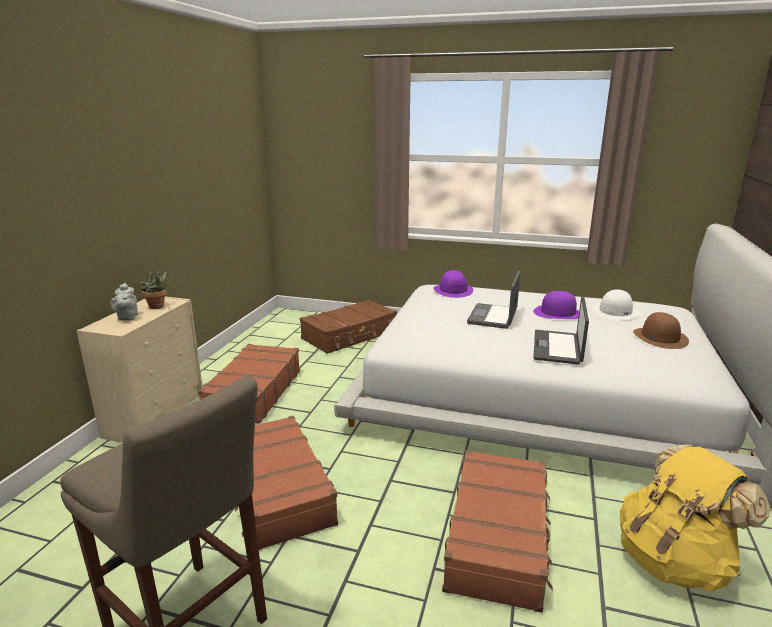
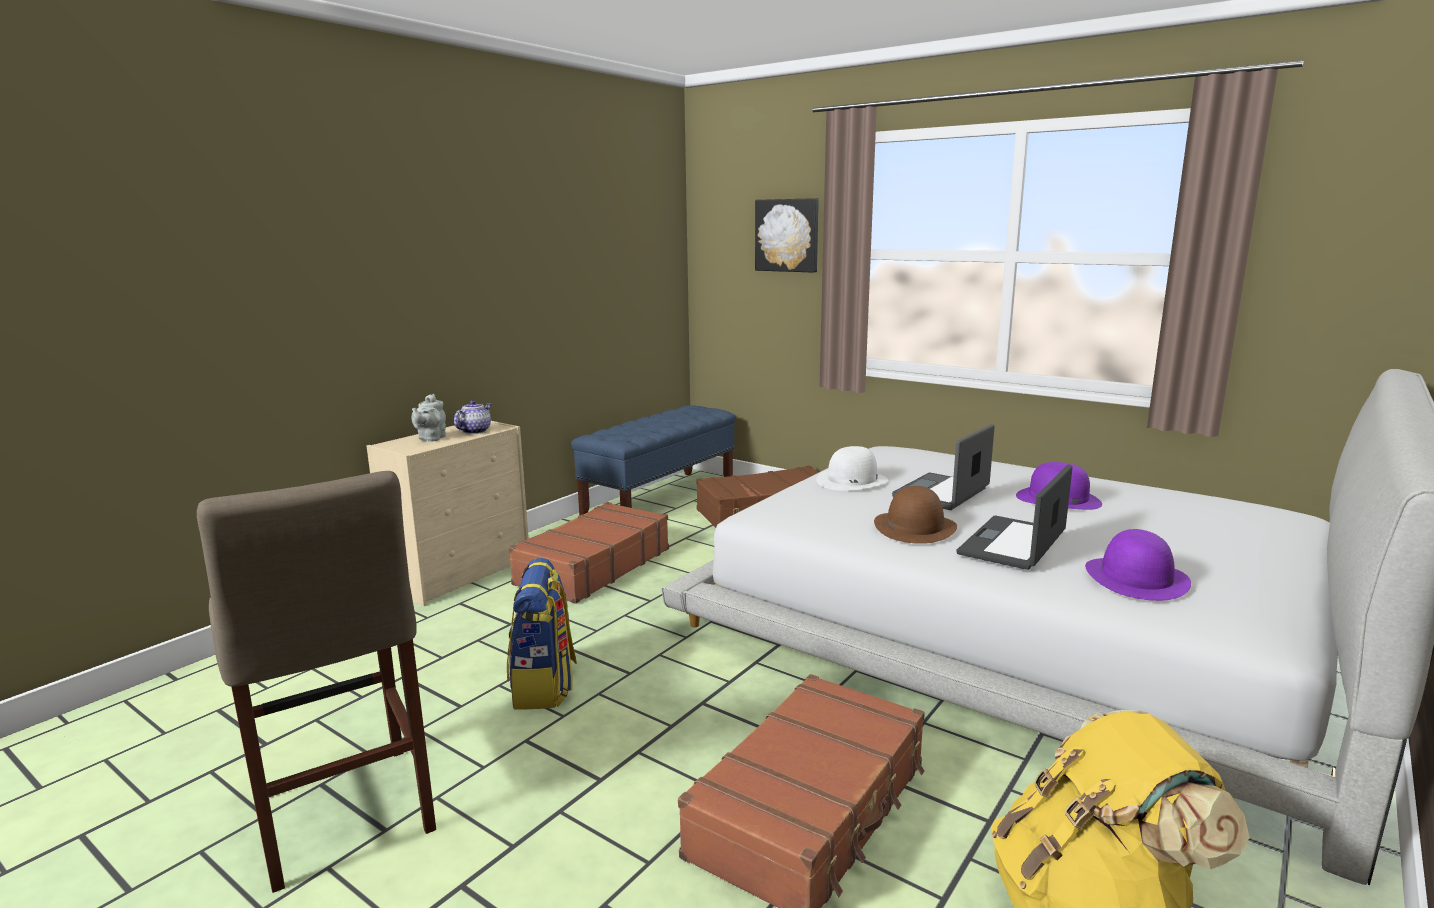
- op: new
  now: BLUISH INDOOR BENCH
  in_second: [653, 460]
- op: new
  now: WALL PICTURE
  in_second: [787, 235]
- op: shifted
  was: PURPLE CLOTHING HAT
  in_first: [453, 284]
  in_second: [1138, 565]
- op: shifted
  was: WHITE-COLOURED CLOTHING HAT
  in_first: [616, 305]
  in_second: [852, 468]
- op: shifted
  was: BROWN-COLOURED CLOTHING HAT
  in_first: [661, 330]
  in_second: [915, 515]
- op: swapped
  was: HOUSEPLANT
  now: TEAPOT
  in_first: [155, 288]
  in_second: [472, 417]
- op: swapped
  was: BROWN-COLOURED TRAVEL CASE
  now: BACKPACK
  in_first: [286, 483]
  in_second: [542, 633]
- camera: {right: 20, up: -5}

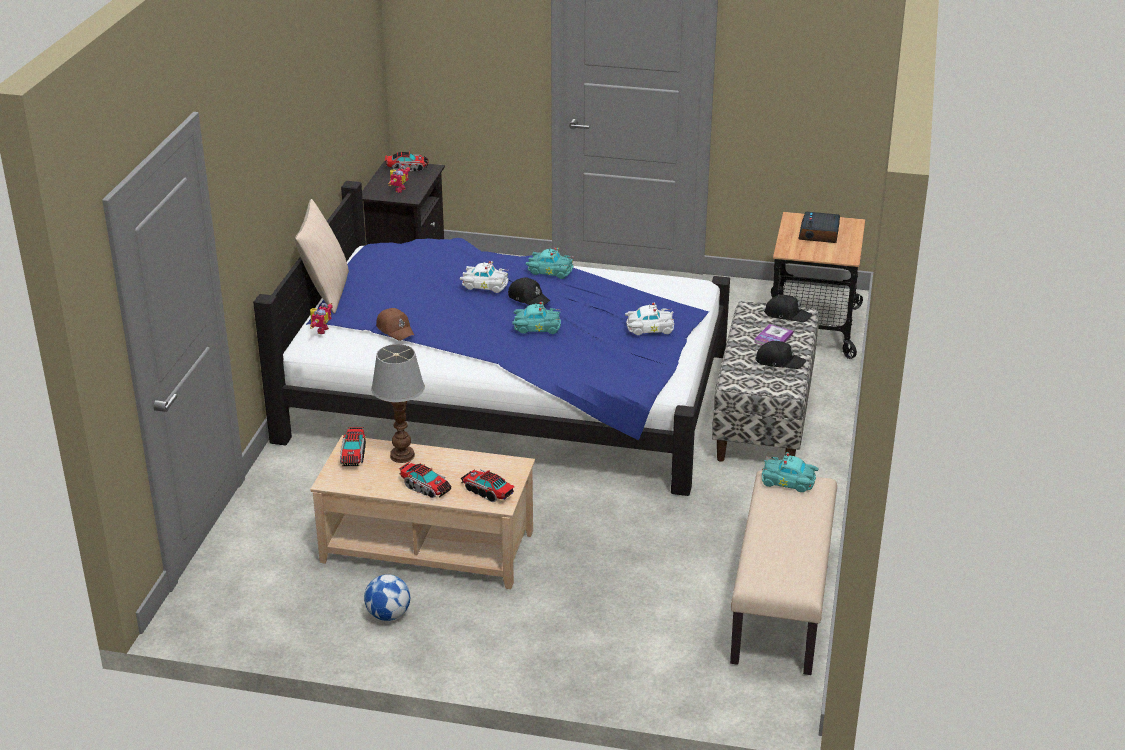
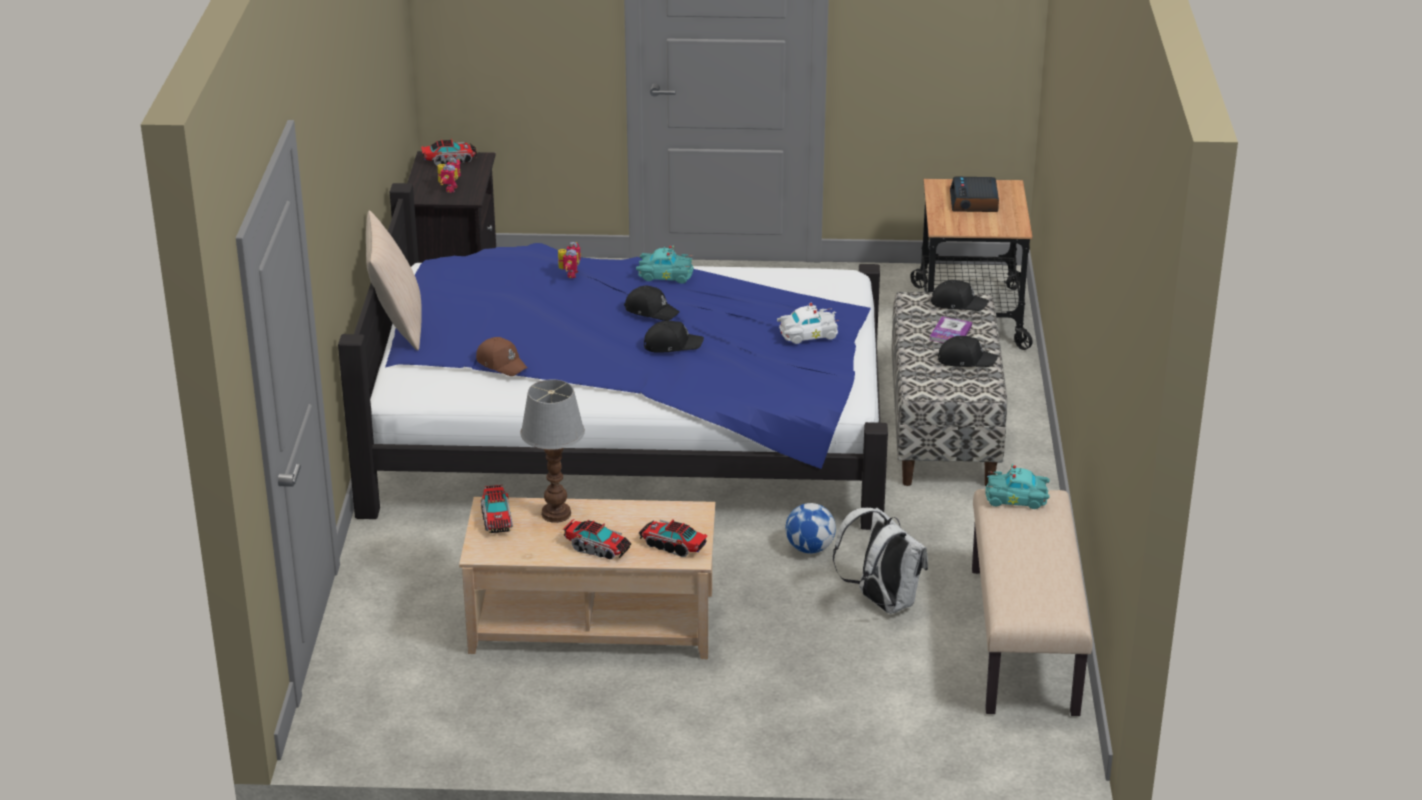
- op: gone
  was: WHITE-COLOURED TOY CAR
  in_first: [484, 277]
- op: new
  now: WHITE-COLOURED BACKPACK
  in_second: [880, 561]
- op: shifted
  was: MODEL ROBOT
  in_first: [321, 318]
  in_second: [569, 260]
- op: shifted
  was: BALL FOR FOOTBALL
  in_first: [387, 597]
  in_second: [810, 528]
- op: swapped
  was: BLUE-GREEN TOY CAR
  now: BLACK PEAKED CAP
  in_first: [536, 318]
  in_second: [674, 336]
- camera: {right: -10, up: 0}

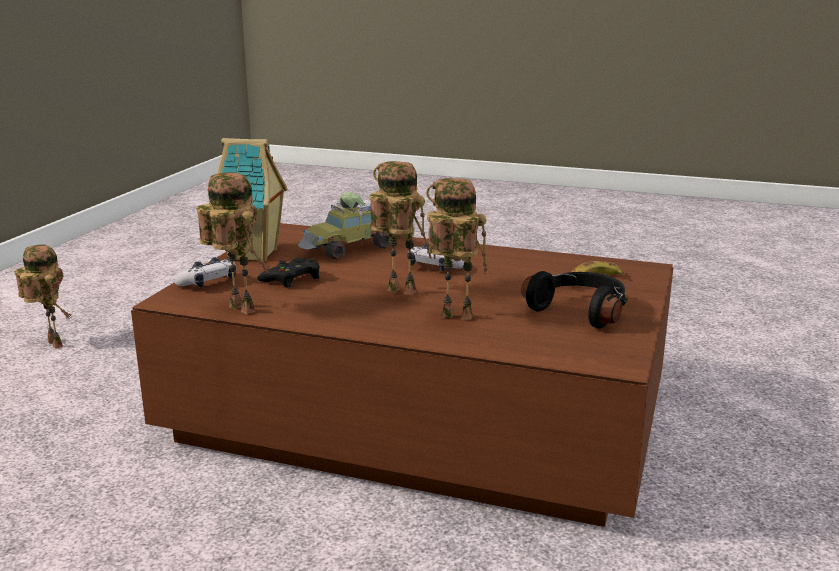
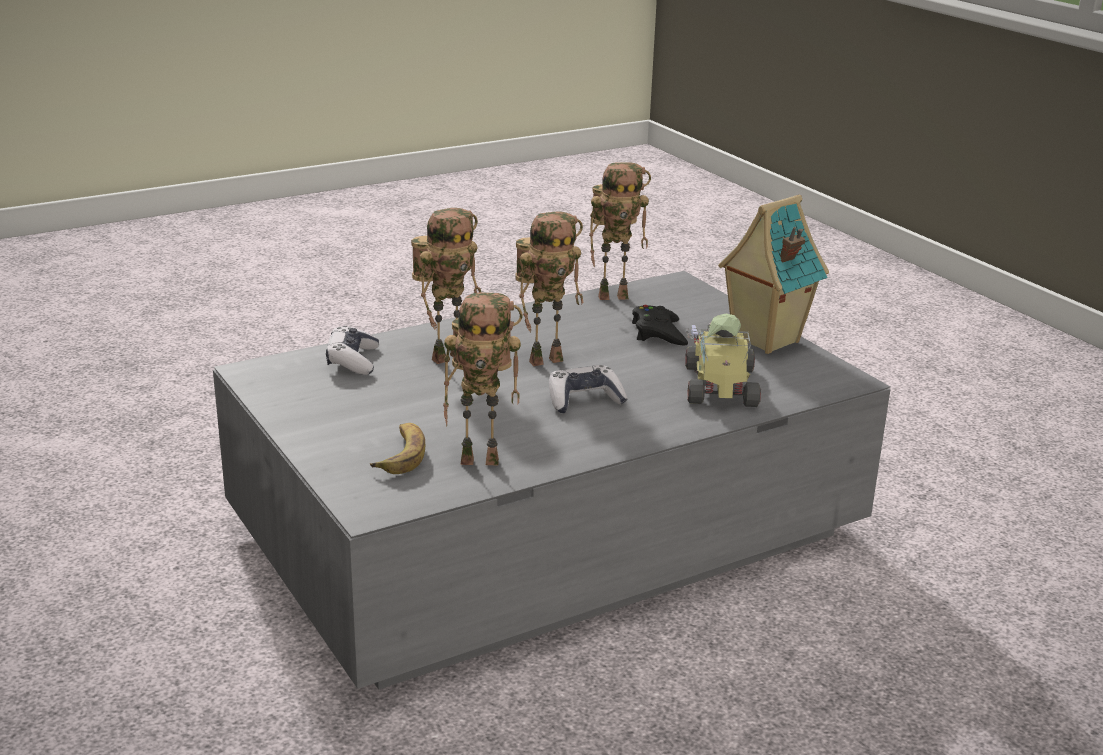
- op: gone
  was: BLACK PAIR OF HEADPHONES
  in_first: [574, 300]
- op: shifted
  was: MODEL ROBOT
  in_first: [43, 297]
  in_second: [483, 378]
- op: shifted
  was: JOYPAD
  in_first: [205, 272]
  in_second: [352, 350]
- op: repainted
  was: BROWN-COLOURED COFFEE TABLE
  now: GREY COFFEE TABLE
  in_first: [402, 375]
  in_second: [552, 480]
- camera: {right: 130, up: 5}

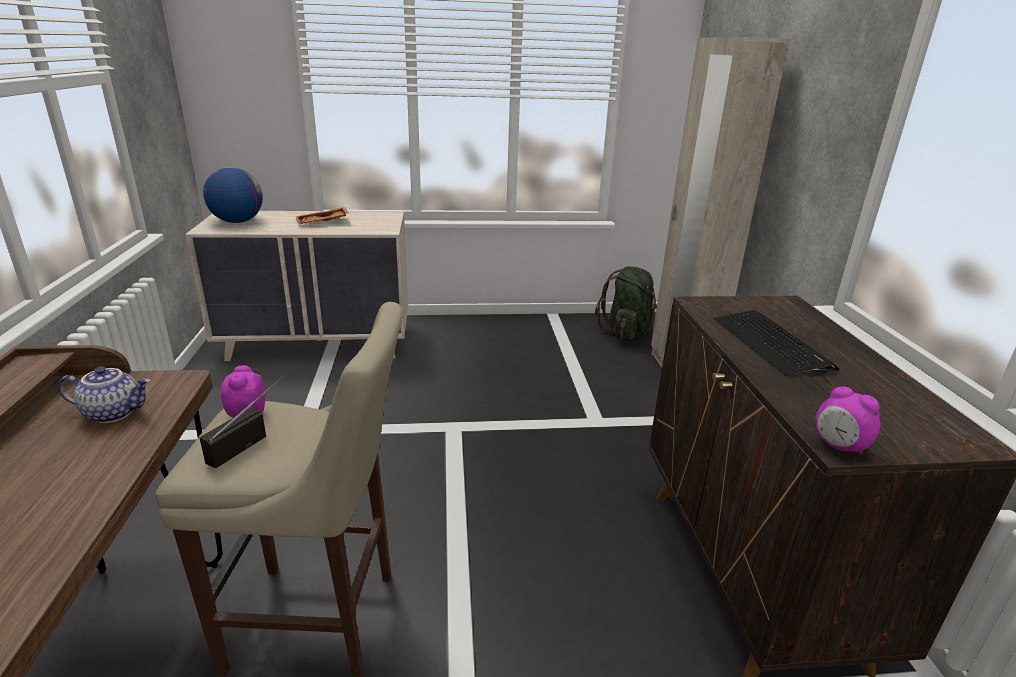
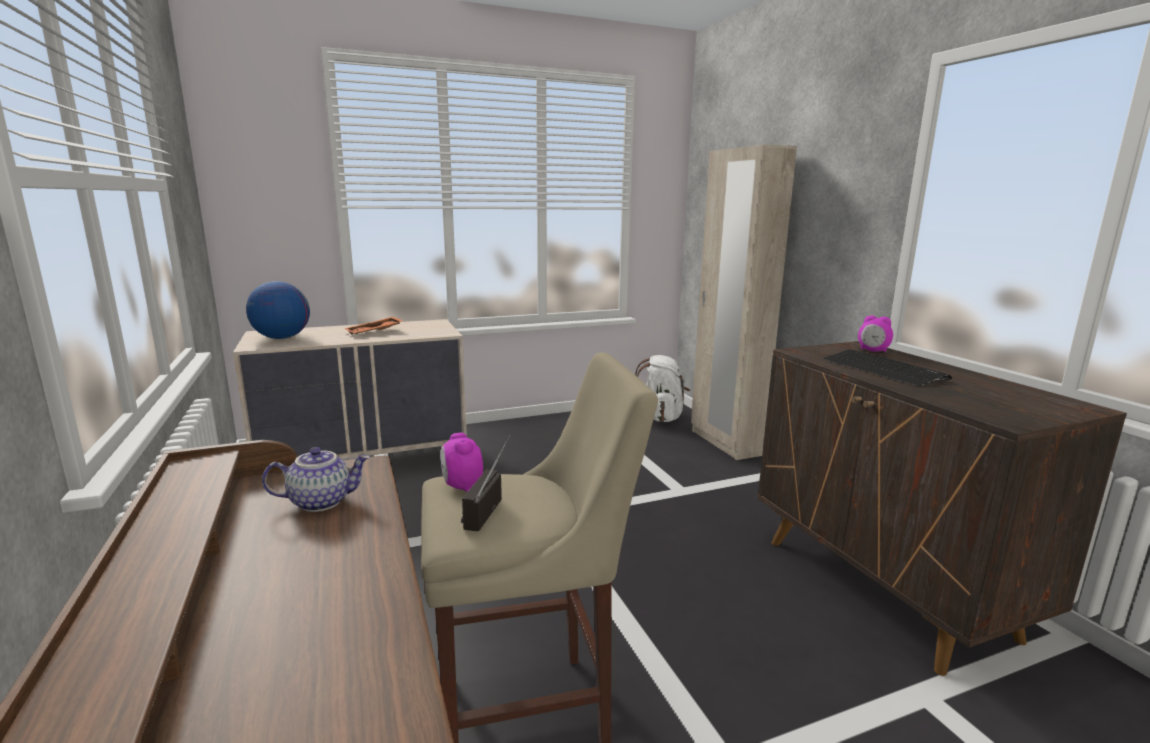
- op: shifted
  was: BEDSIDE CLOCK
  in_first: [848, 421]
  in_second: [875, 333]
- op: repainted
  was: GREENISH BACKPACK
  now: WHITE-COLOURED BACKPACK
  in_first: [626, 303]
  in_second: [662, 388]
- camera: {right: -15, up: -10}

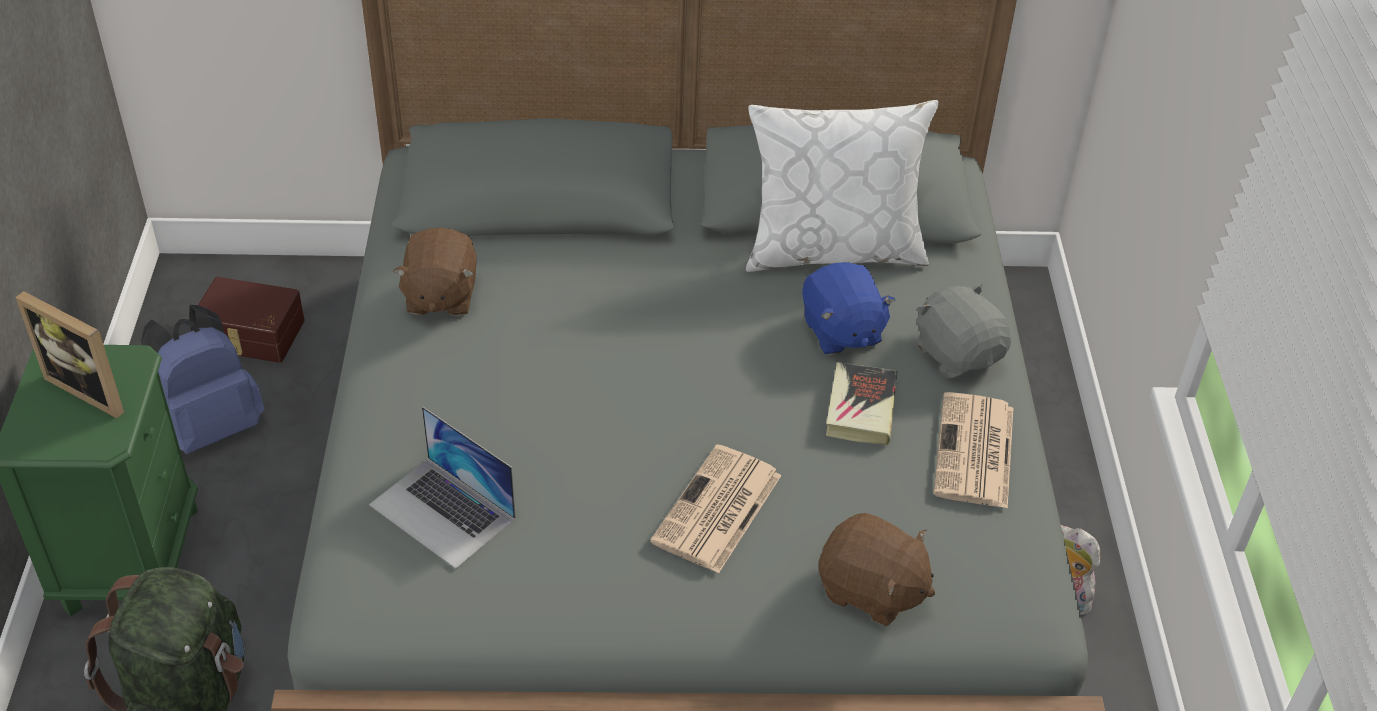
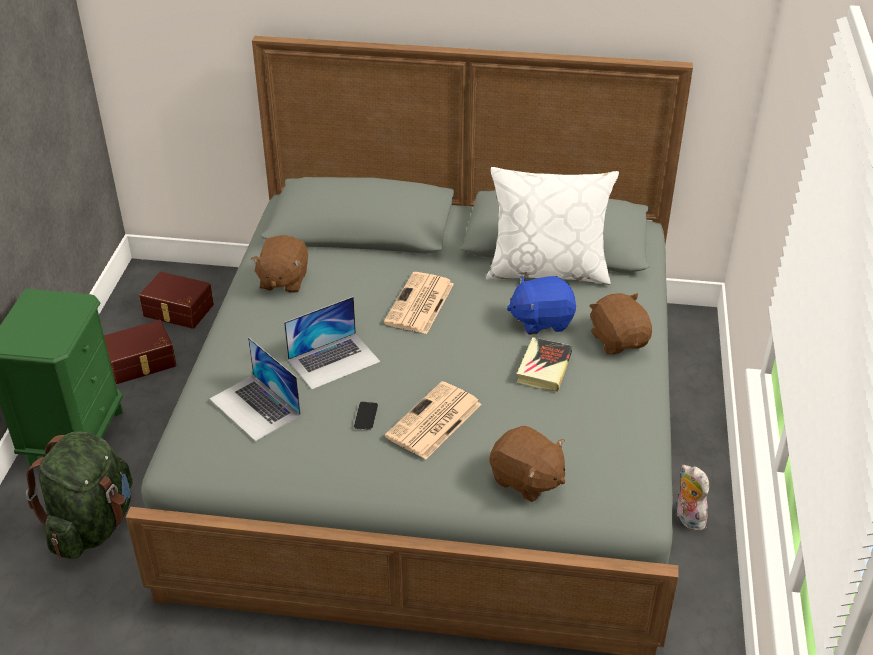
- op: gone
  was: STANDING FRAME
  in_first: [69, 355]
- op: new
  now: PORTABLE COMPUTER
  in_second: [332, 343]
- op: new
  now: TELEPHONE
  in_second: [366, 416]
- op: shifted
  was: PRINTED PAPER
  in_first: [973, 450]
  in_second: [419, 303]
- op: swapped
  was: BLUISH BACKPACK
  now: BROWN-COLOURED STORAGE BIN
  in_first: [202, 379]
  in_second: [140, 352]
- op: repainted
  was: GREY PLUSH TOY
  now: BROWN-COLOURED PLUSH TOY
  in_first: [963, 330]
  in_second: [620, 323]
- op: rotated
  was: BLUISH PLUSH TOY
  in_first: [848, 308]
  in_second: [541, 305]
  clockwise: 90
- camera: {right: 10, up: -5}

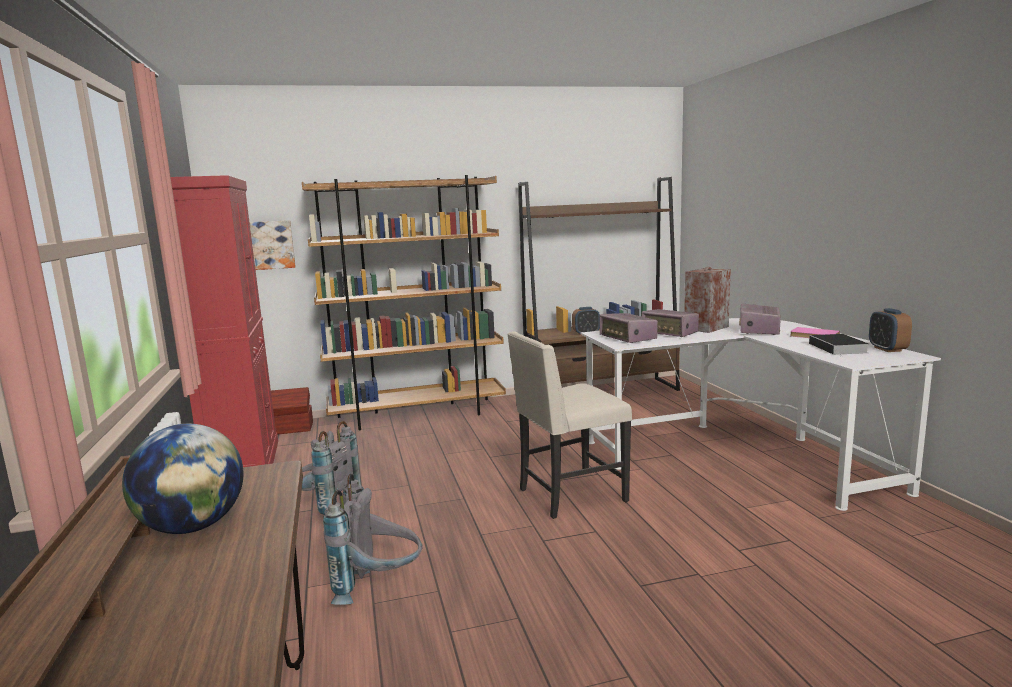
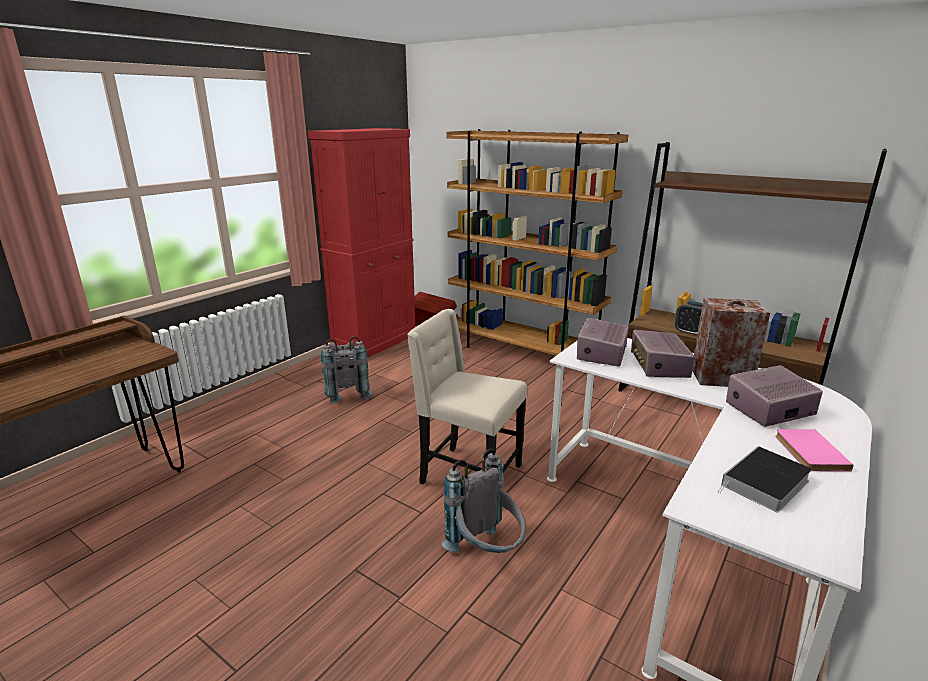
- op: gone
  was: GLOBE
  in_first: [183, 479]
- op: gone
  was: WALL PICTURE
  in_first: [273, 245]
- op: gone
  was: BEDSIDE CLOCK
  in_first: [890, 330]
- op: shifted
  was: GREY BACKPACK
  in_first: [373, 539]
  in_second: [484, 501]
- camera: {right: 50, up: 10}

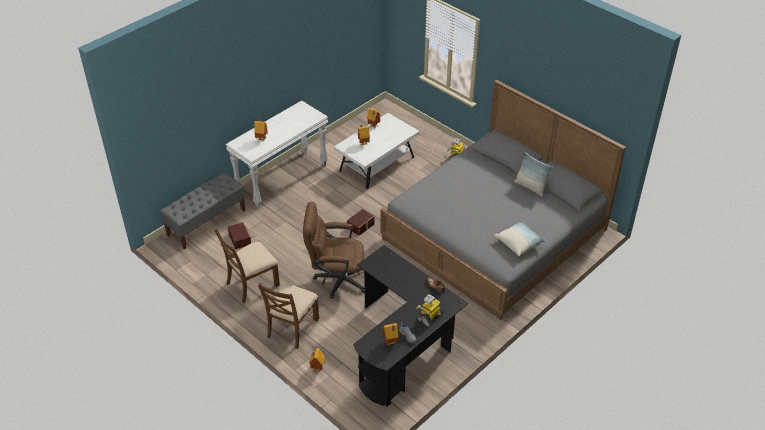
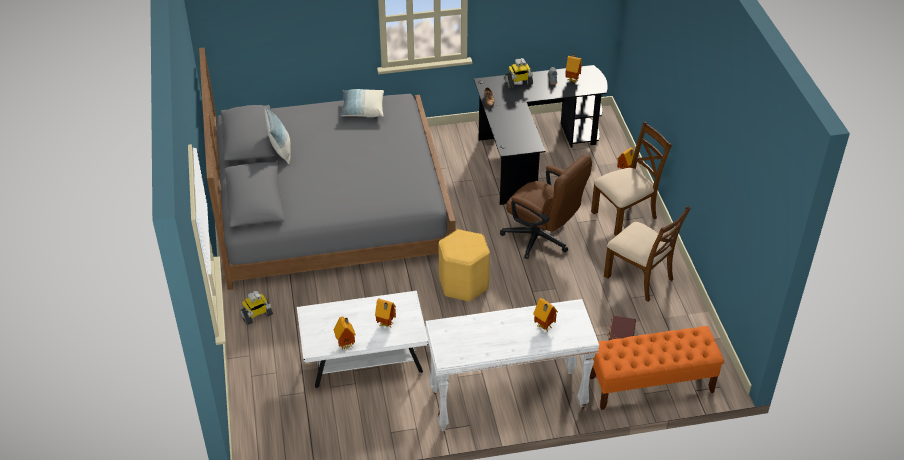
- op: swapped
  was: BROWN-COLOURED STORAGE BIN
  now: YELLOW STOOL SEAT
  in_first: [360, 222]
  in_second: [464, 265]
- op: repainted
  was: GREY INDOOR BENCH
  now: ORANGEY INDOOR BENCH
  in_first: [203, 210]
  in_second: [657, 368]
- op: rotated
  was: BROWN-COLOURED PLAIN CHAIR
  in_first: [247, 266]
  in_second: [647, 254]
  clockwise: 45
- camera: {right: -145, up: 0}

